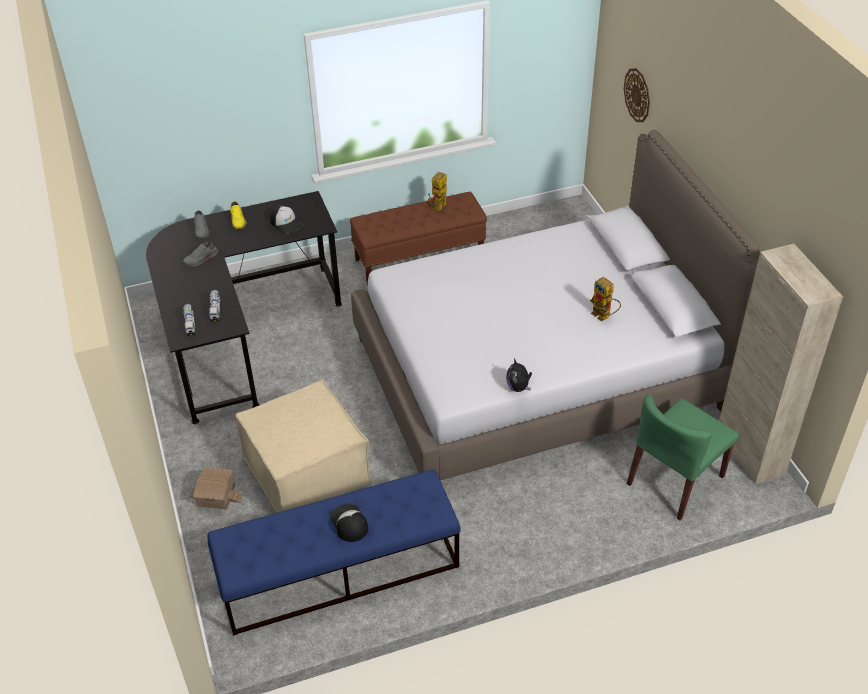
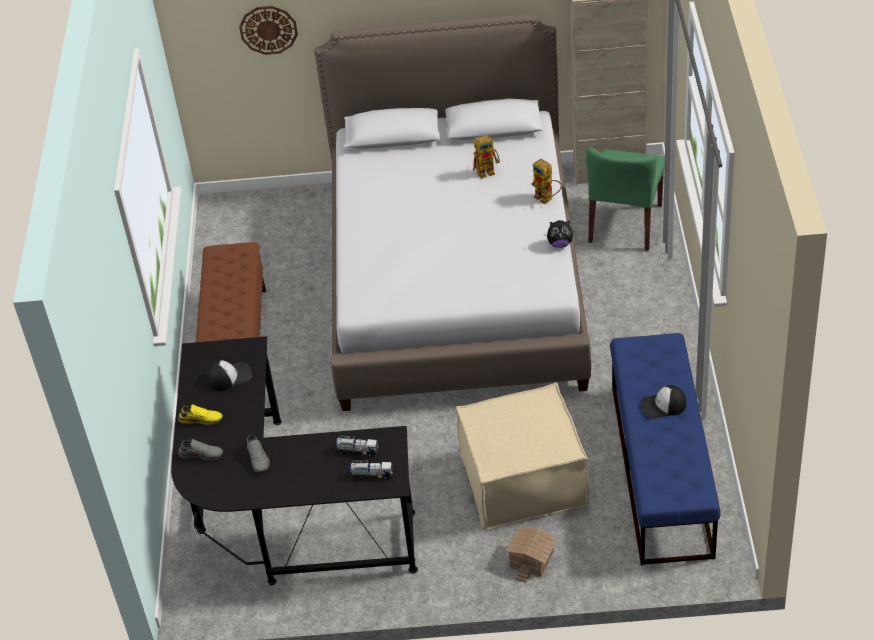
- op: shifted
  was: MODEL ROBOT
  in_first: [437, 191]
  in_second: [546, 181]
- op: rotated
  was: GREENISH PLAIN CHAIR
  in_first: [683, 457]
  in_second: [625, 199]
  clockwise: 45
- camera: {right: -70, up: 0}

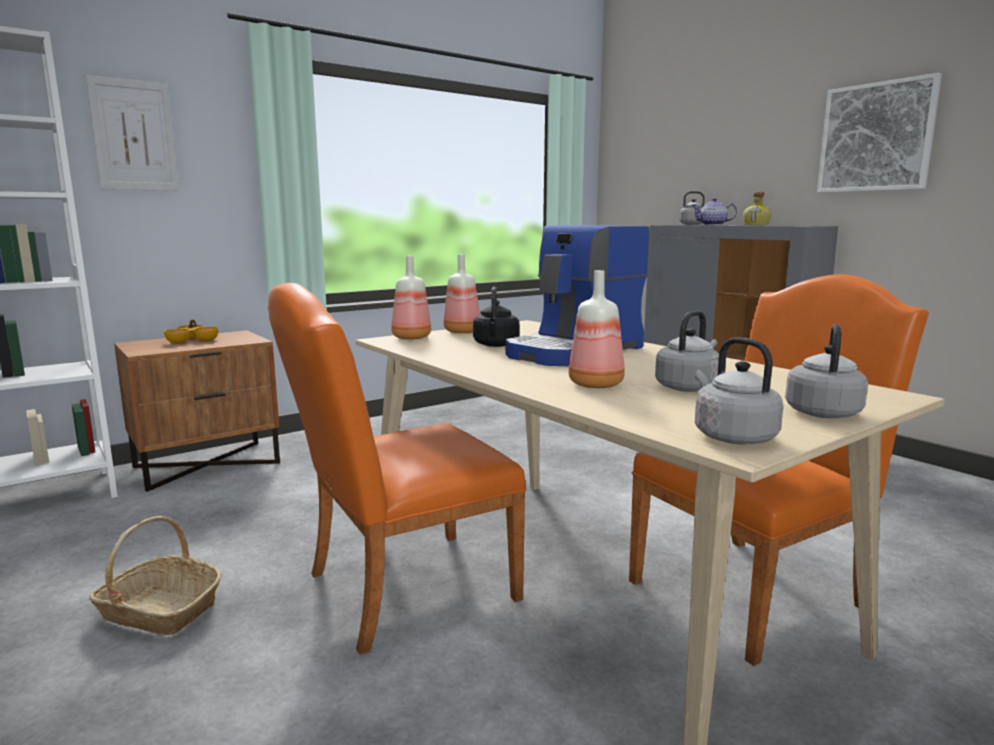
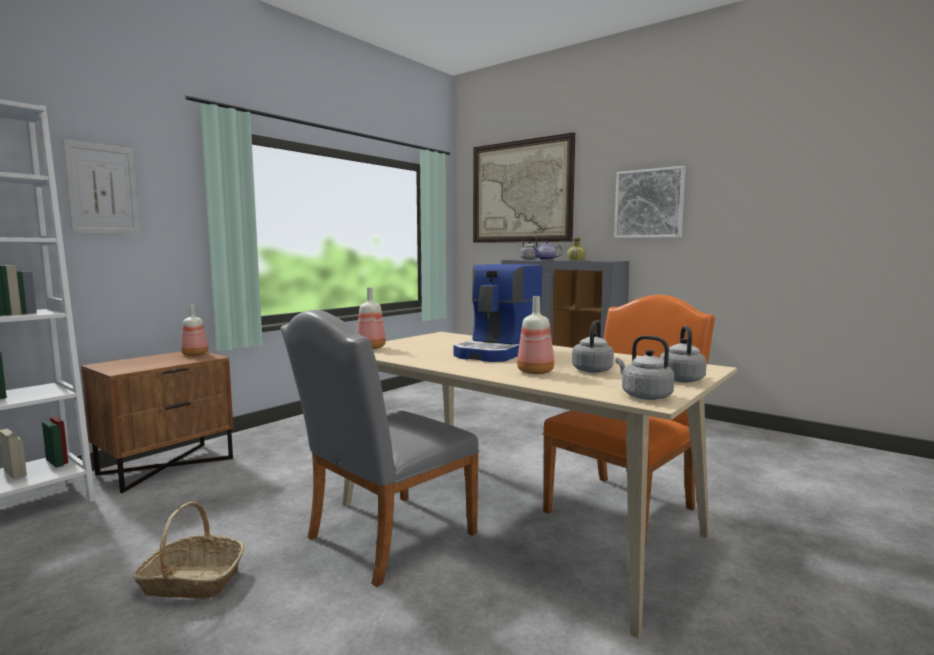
- op: gone
  was: SERVING BOWL
  in_first: [191, 331]
- op: gone
  was: BLACK KETTLE
  in_first: [496, 317]
- op: new
  now: WALL PICTURE
  in_second: [524, 187]
- op: shifted
  was: DRINK BOTTLE
  in_first: [462, 293]
  in_second: [195, 330]
- op: repainted
  was: ORANGEY PLAIN CHAIR
  now: GREY PLAIN CHAIR
  in_first: [397, 469]
  in_second: [380, 448]
- camera: {right: -15, up: -5}

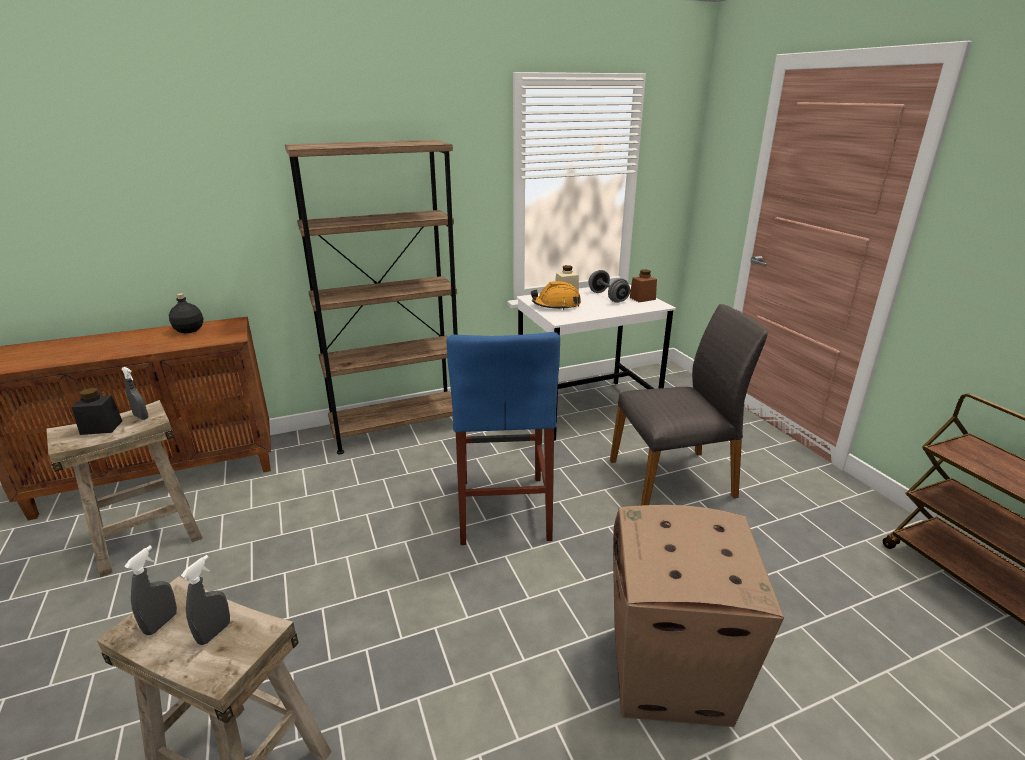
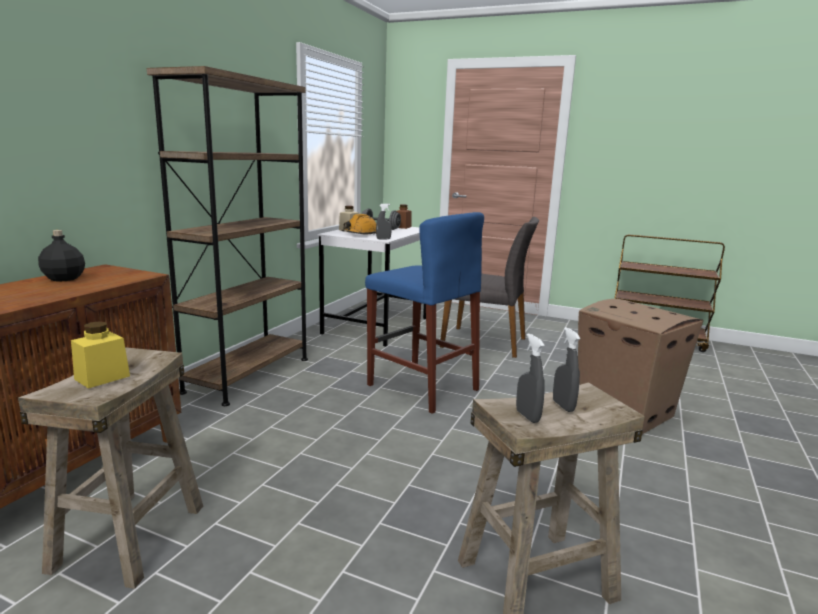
- op: shifted
  was: GREY SPRAYER
  in_first: [135, 393]
  in_second: [384, 221]
- op: repainted
  was: BLACK STORAGE JAR
  now: YELLOW STORAGE JAR
  in_first: [97, 411]
  in_second: [100, 355]
- op: rotated
  was: GREY PLAIN CHAIR
  in_first: [689, 404]
  in_second: [489, 287]
  clockwise: 75
- camera: {right: -45, up: -10}

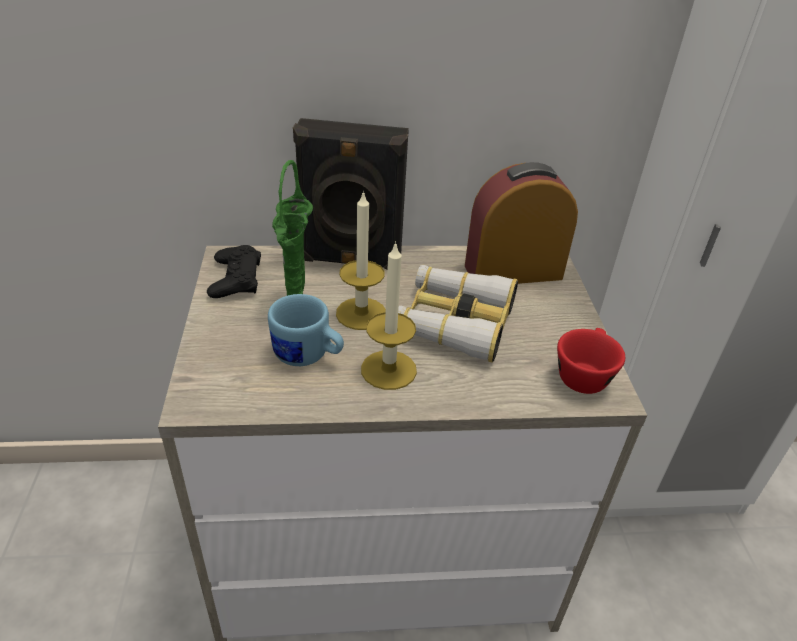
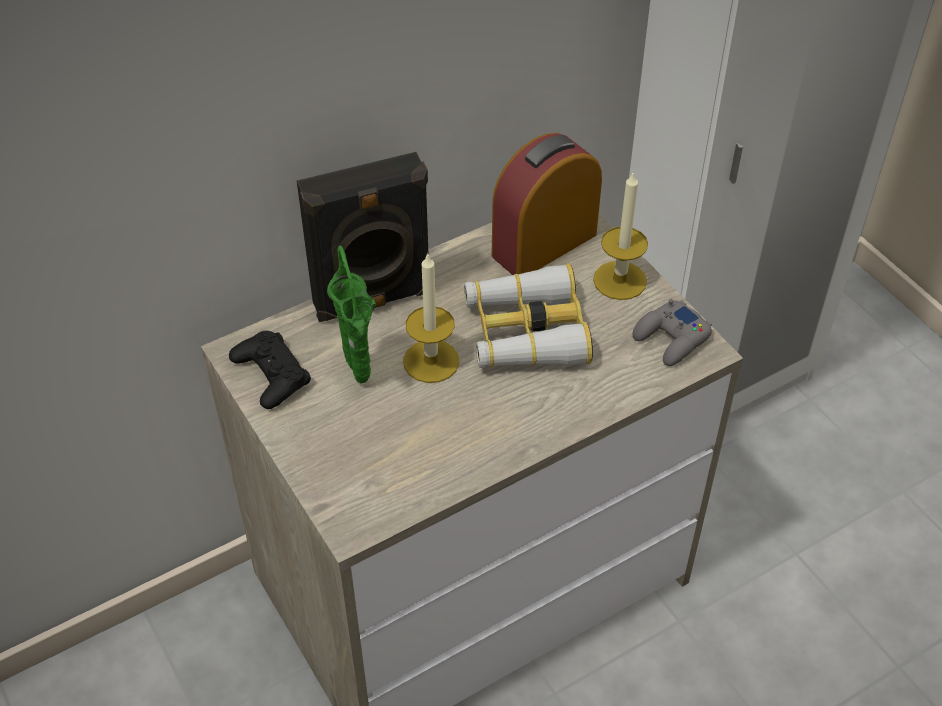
- op: gone
  was: BLUISH COFFEE MUG
  in_first: [306, 330]
- op: shifted
  was: WAX CANDLE
  in_first: [389, 315]
  in_second: [620, 235]
- op: swapped
  was: RED CUP
  now: GREY JOYPAD
  in_first: [591, 361]
  in_second: [672, 332]
- camera: {right: -25, up: 10}

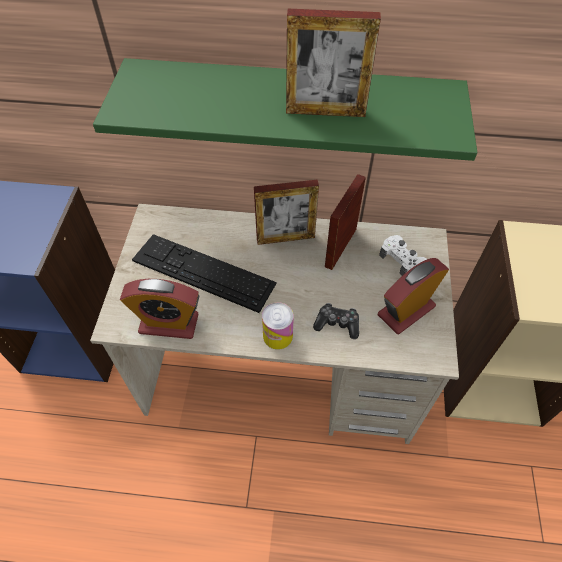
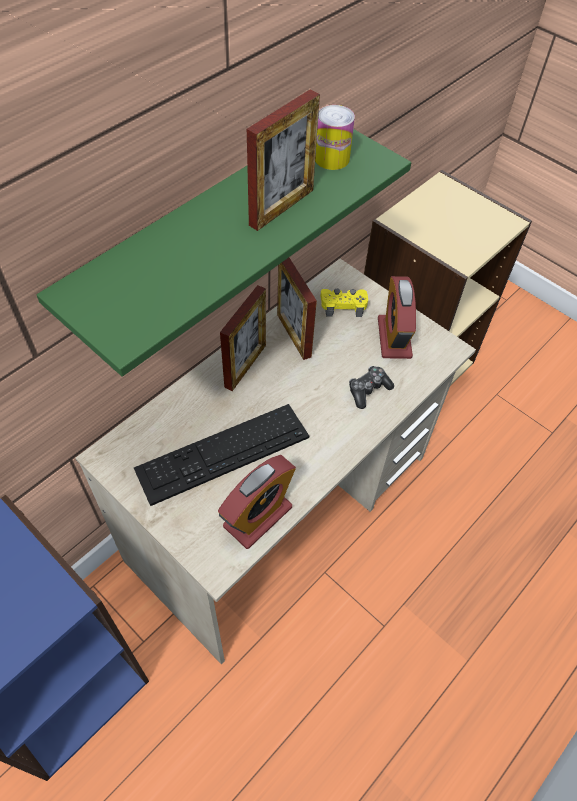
- op: shifted
  was: METAL CAN
  in_first: [278, 326]
  in_second: [335, 137]
- op: repainted
  was: WHITE-COLOURED JOYPAD
  now: YELLOW JOYPAD
  in_first: [403, 255]
  in_second: [344, 303]
- camera: {right: -55, up: 0}

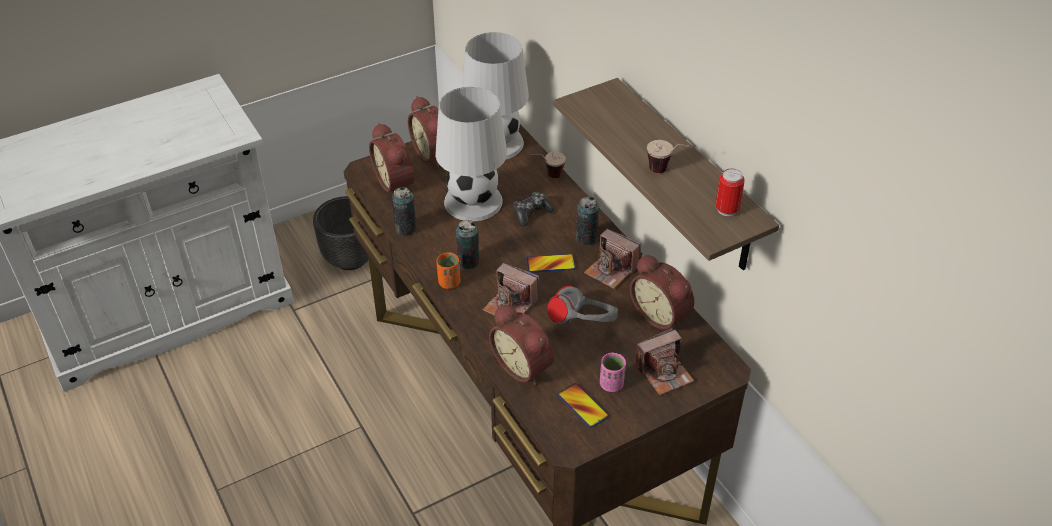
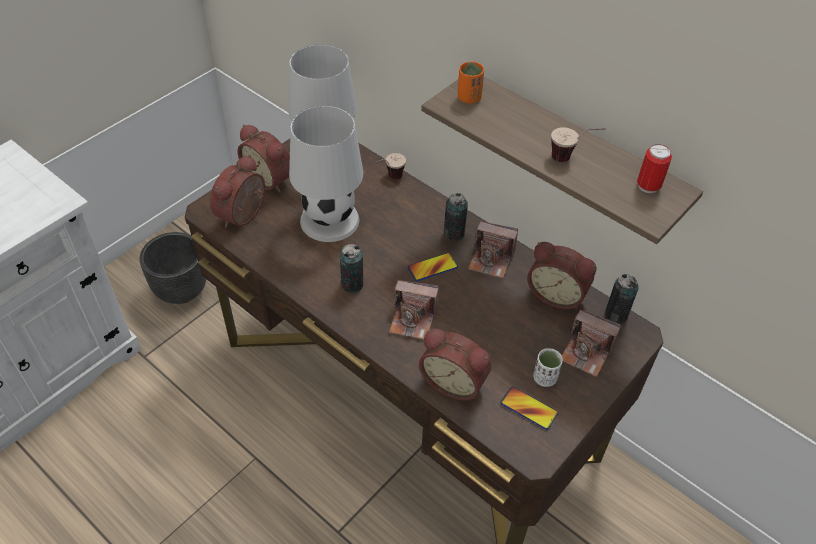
- op: gone
  was: JOYPAD
  in_first: [534, 209]
- op: gone
  was: GREY PAIR OF HEADPHONES
  in_first: [582, 305]
- op: shifted
  was: METAL CAN
  in_first: [404, 211]
  in_second: [622, 298]
- op: shifted
  was: ORANGEY CUP
  in_first: [448, 270]
  in_second: [471, 82]
- op: repainted
  was: PINK CUP
  now: WHITE-COLOURED CUP
  in_first: [613, 372]
  in_second: [548, 367]
- op: rotated
  was: BEDSIDE CLOCK
  in_first: [391, 157]
  in_second: [237, 191]
  clockwise: 75
- op: rotated
  was: PHOTO CAMERA
  in_first: [664, 361]
  in_second: [591, 343]
  clockwise: 75
- camera: {right: -20, up: 5}

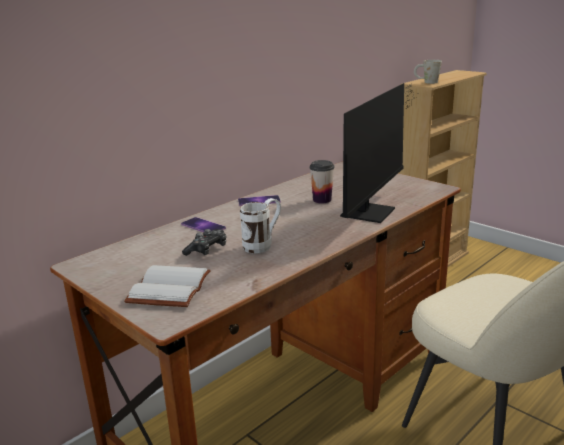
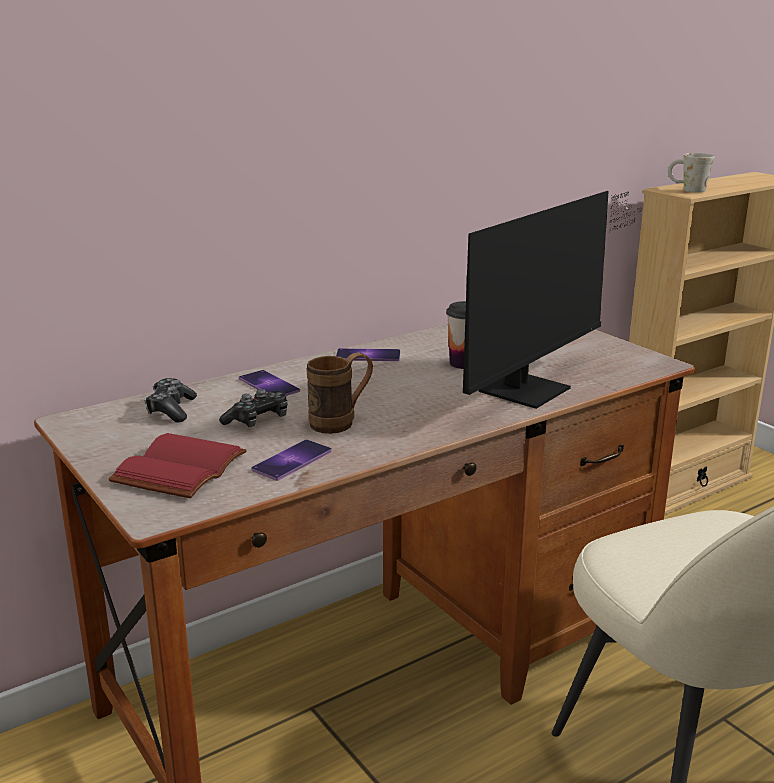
- op: new
  now: JOYPAD
  in_second: [170, 400]
- op: new
  now: TELEPHONE
  in_second: [291, 460]
- op: repainted
  was: WHITE-COLOURED BOOK
  now: RED BOOK
  in_first: [167, 286]
  in_second: [178, 465]
- op: repainted
  was: WHITE-COLOURED COFFEE MUG
  now: BROWN-COLOURED COFFEE MUG
  in_first: [260, 226]
  in_second: [340, 393]
- camera: {right: 10, up: 0}

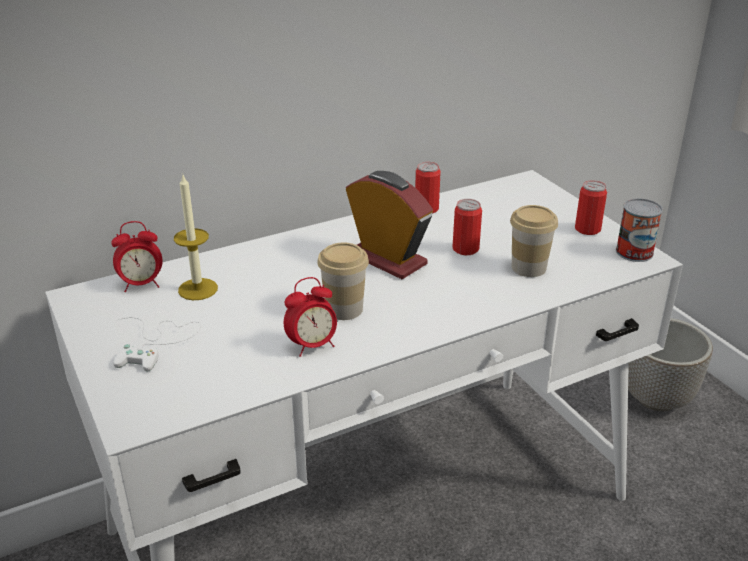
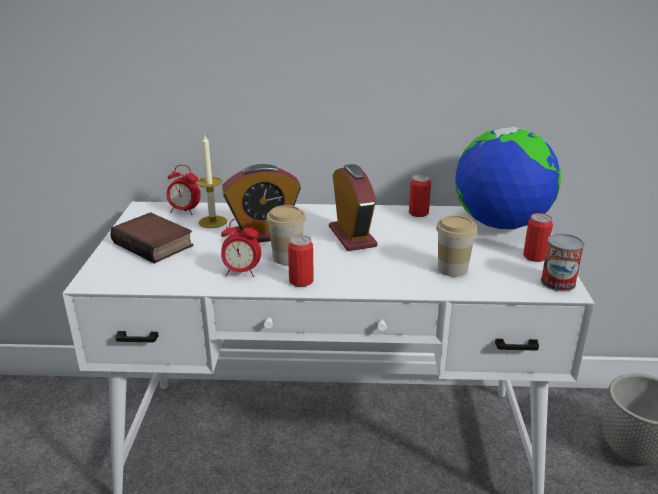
- op: new
  now: BEDSIDE CLOCK
  in_second: [261, 203]
- op: new
  now: GLOBE
  in_second: [508, 178]
- op: shifted
  was: METAL CAN
  in_first: [467, 227]
  in_second: [301, 261]
- op: swapped
  was: WHITE-COLOURED JOYPAD
  now: BOOK
  in_first: [157, 344]
  in_second: [151, 237]
- camera: {right: 30, up: -5}

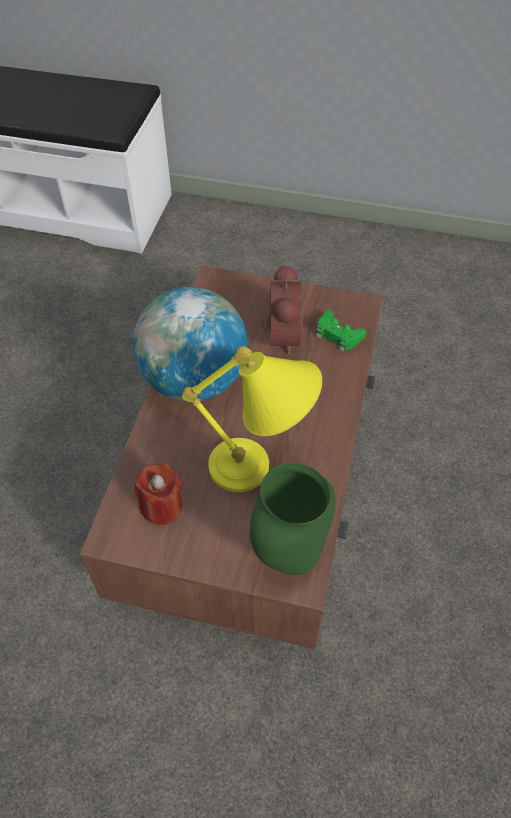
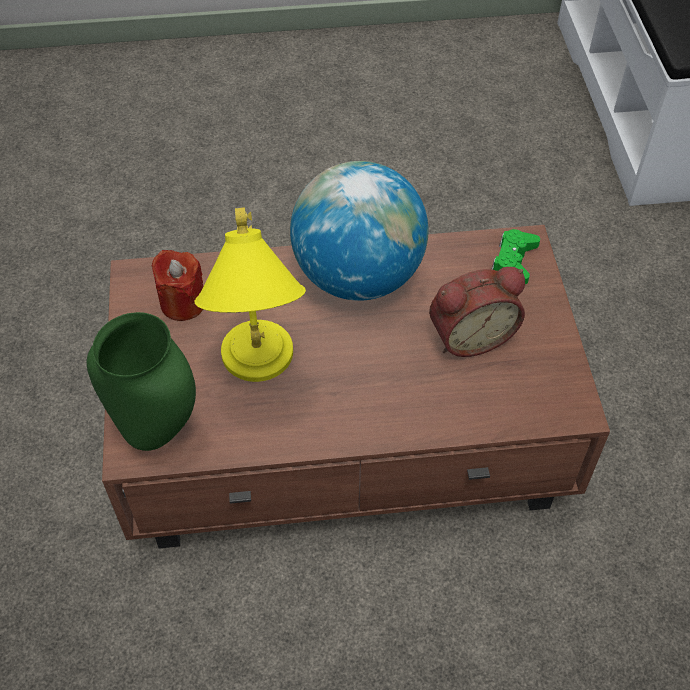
- op: shifted
  was: GREENISH JOYPAD
  in_first: [341, 331]
  in_second: [516, 256]
- camera: {right: 70, up: 0}

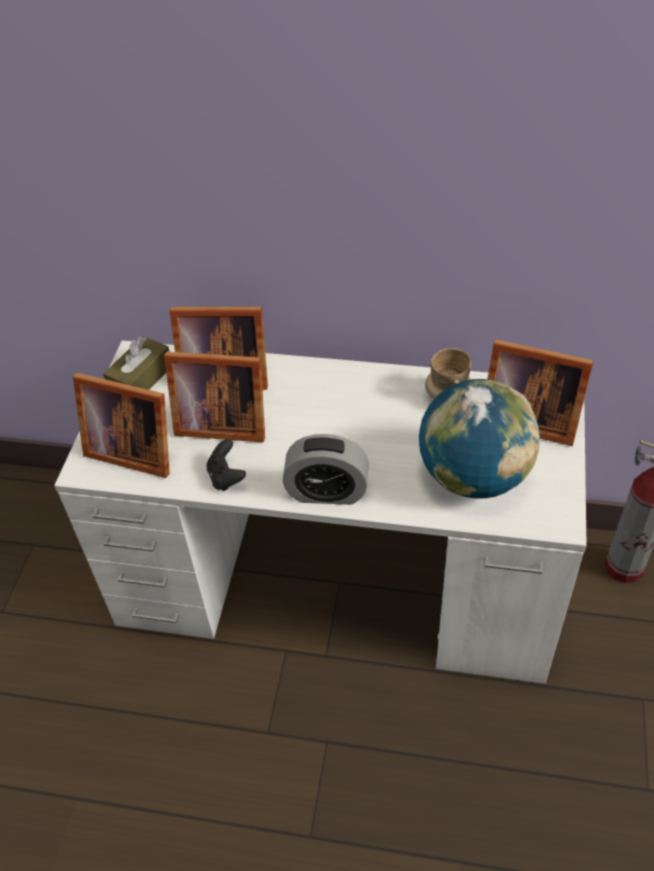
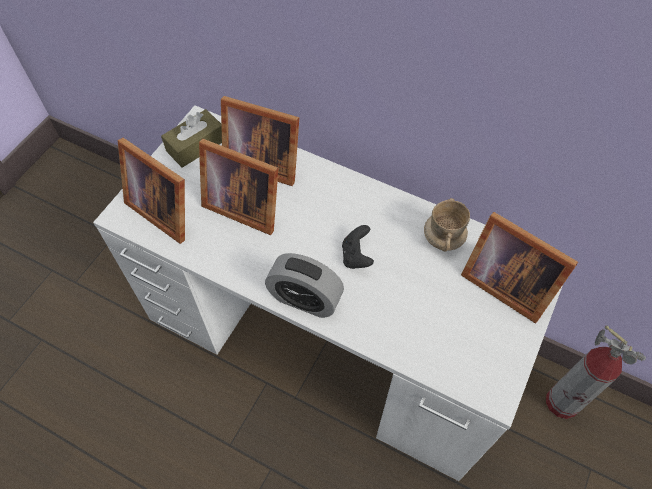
- op: gone
  was: GLOBE
  in_first: [479, 438]
- op: shifted
  was: BLACK JOYPAD
  in_first: [226, 465]
  in_second: [358, 247]
- camera: {right: 15, up: 10}

